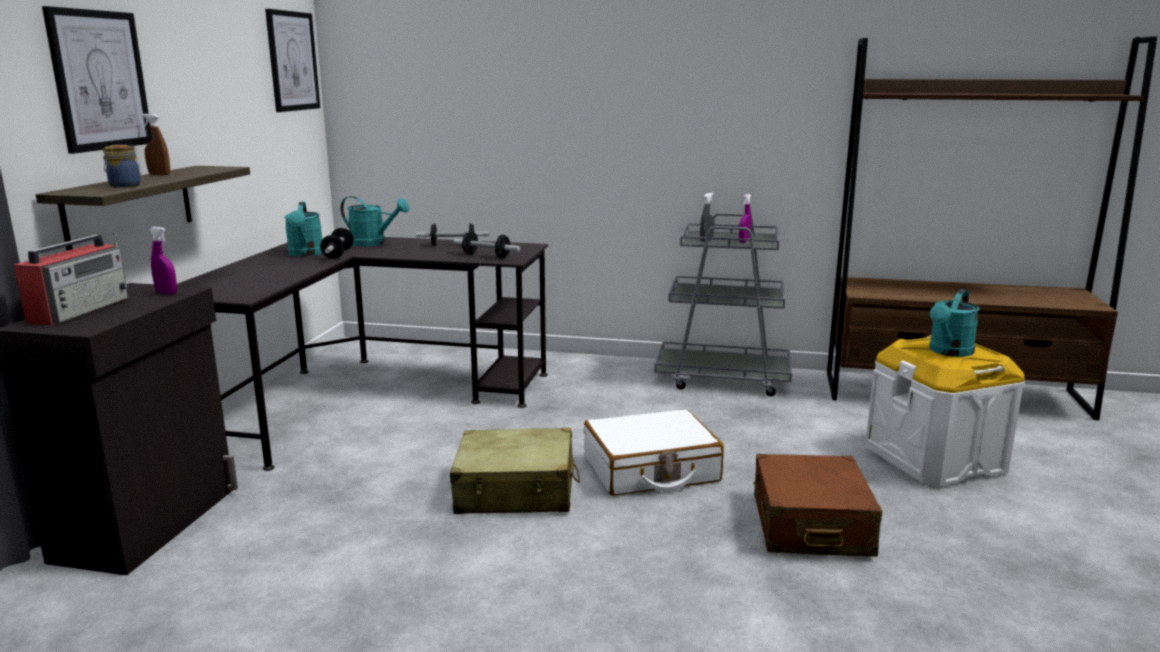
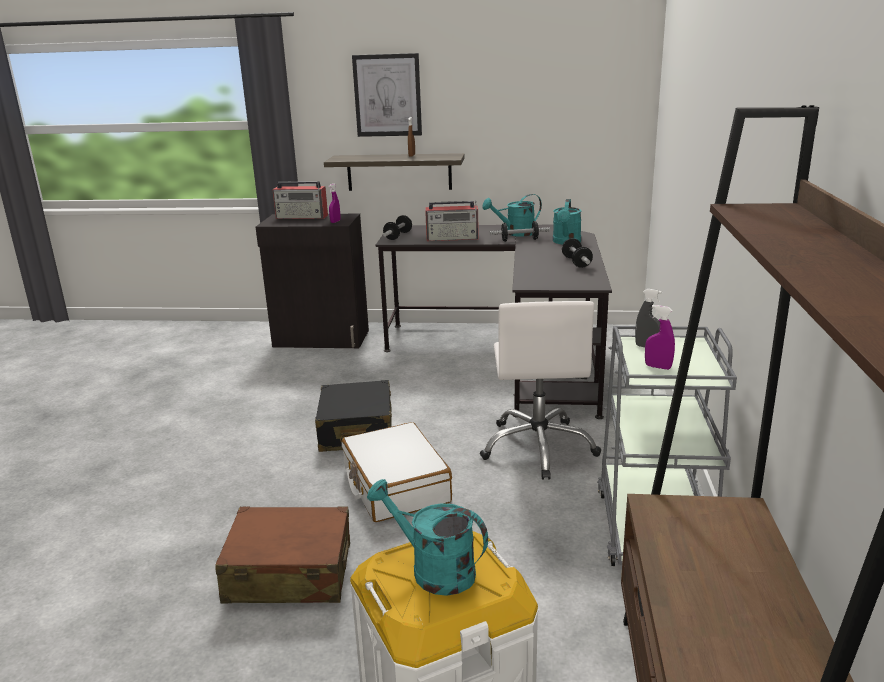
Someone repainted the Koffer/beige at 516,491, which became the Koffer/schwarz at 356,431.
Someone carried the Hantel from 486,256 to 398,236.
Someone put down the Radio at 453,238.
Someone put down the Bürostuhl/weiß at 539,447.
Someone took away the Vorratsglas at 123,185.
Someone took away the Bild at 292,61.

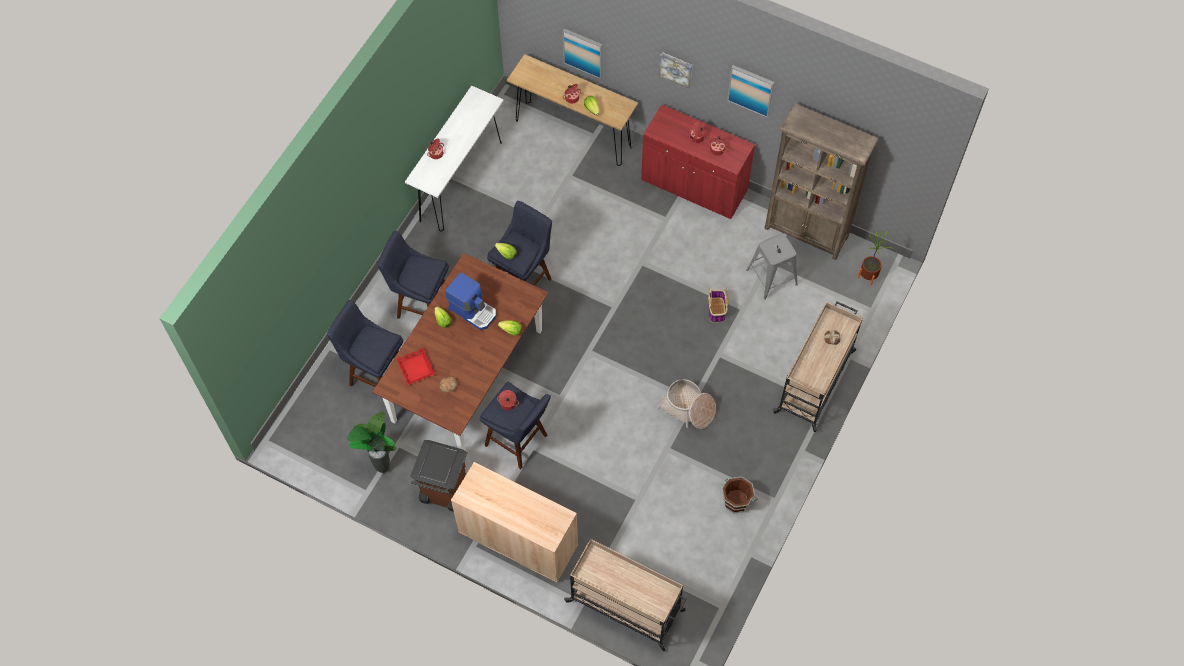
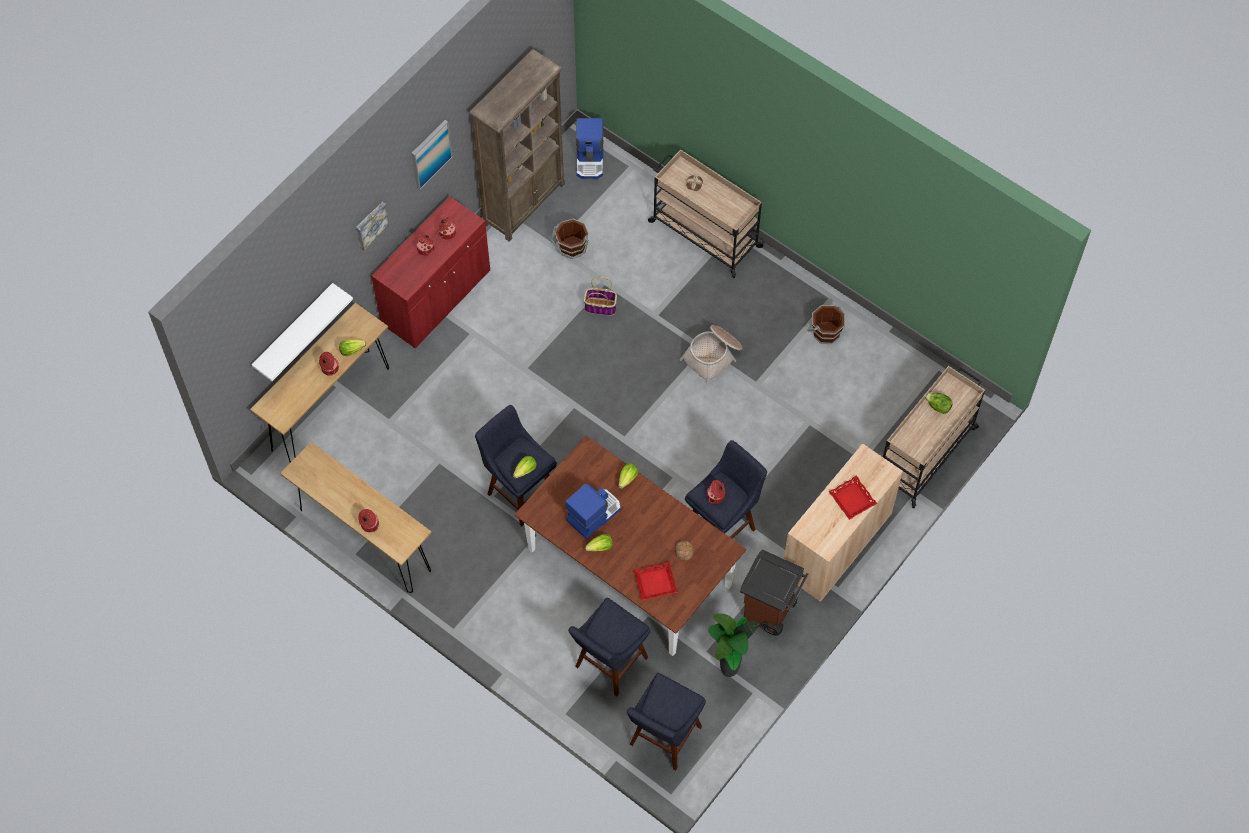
Someone swapped the Bild at 583,52 for the Wandregal/weiß at 294,329.
Someone repainted the Konsolentisch/weiß at 460,181, which became the Konsolentisch/braun at 365,539.
Someone swapped the Hocker/grau at 771,277 for the Eimer/braun at 572,247.
Someone swapped the Topfpflanze at 868,276 for the Kaffeemaschine at 590,159.
Someone carried the Hocker/blau from 421,305 to 663,739.
Someone put down the Tablett/rot at 852,499.
Someone put down the Salatkopf at 938,406.

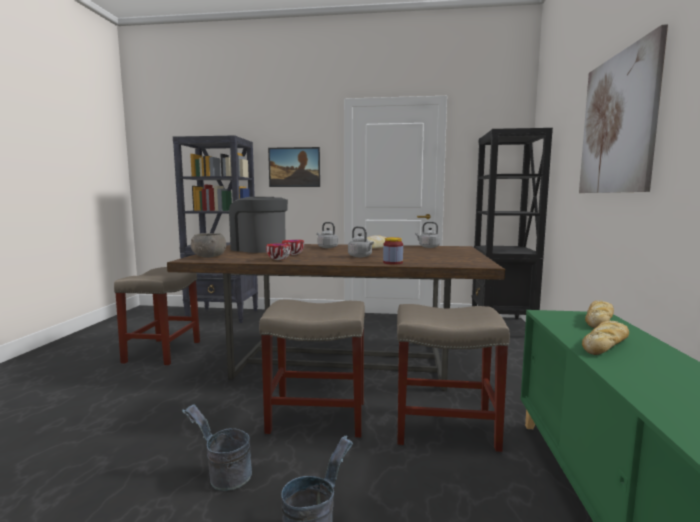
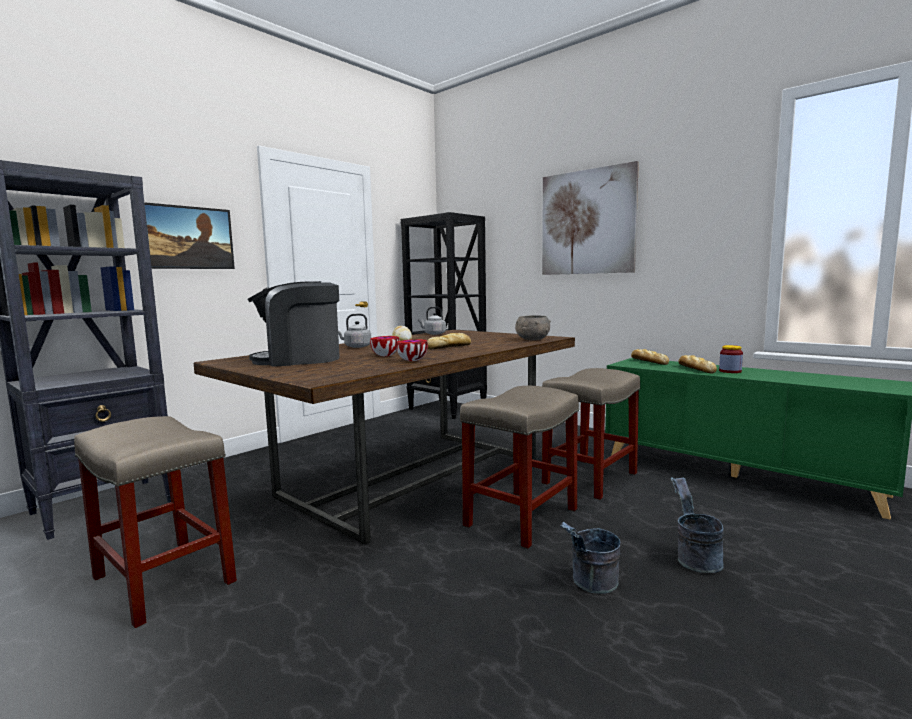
Someone swapped the Wasserkessel/grau at 361,256 for the Brot at 449,347.
Someone carried the Schüssel/grau from 208,256 to 532,339.
Someone carried the Vorratsglas from 393,263 to 730,371.

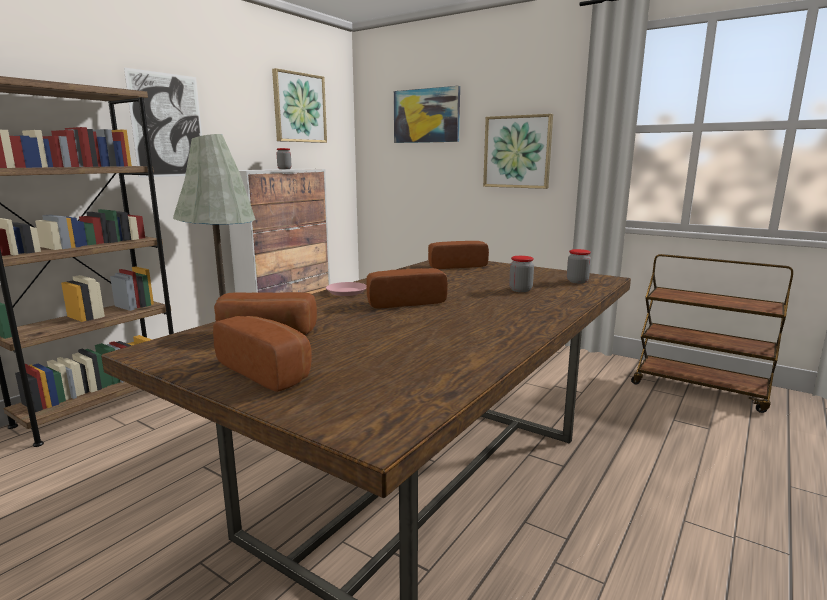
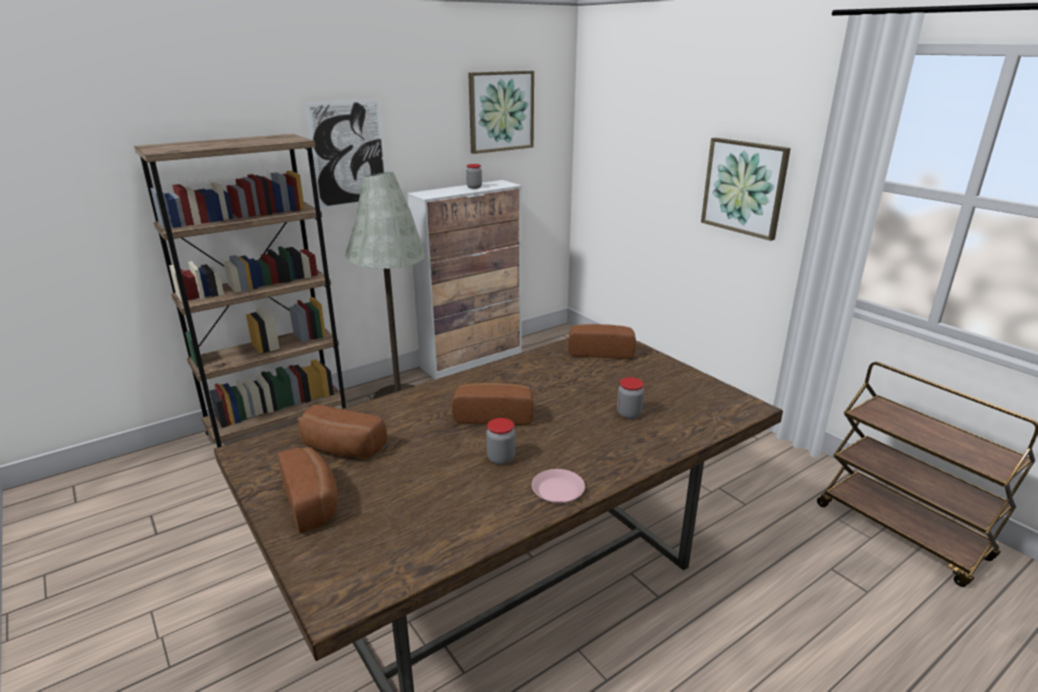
Someone carried the Vorratsglas from 577,281 to 501,459.
Someone carried the Teller/rosa from 347,292 to 558,490.
Someone took away the Bild at 426,116.

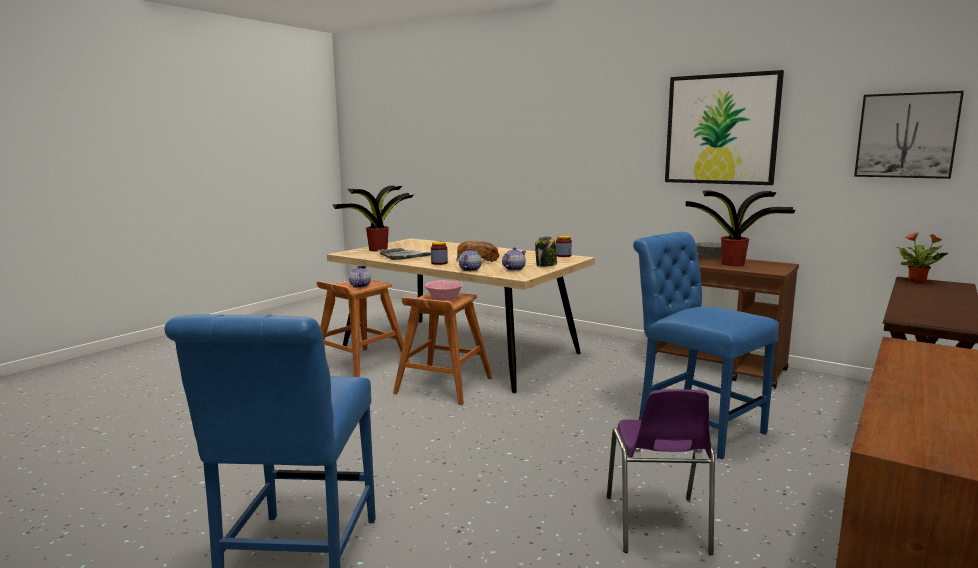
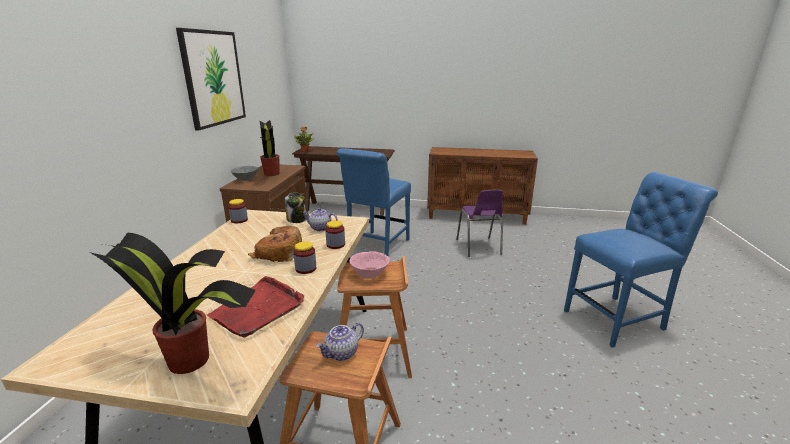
Someone repainted the Tablett/grau at 404,256, which became the Tablett/rot at 258,309.
Someone swapped the Teekanne at 470,269 for the Vorratsglas at 335,245.
Someone rotated the Stuhl/lila at 657,526 by 105 degrees clockwise.
Someone took away the Bild at 906,135.

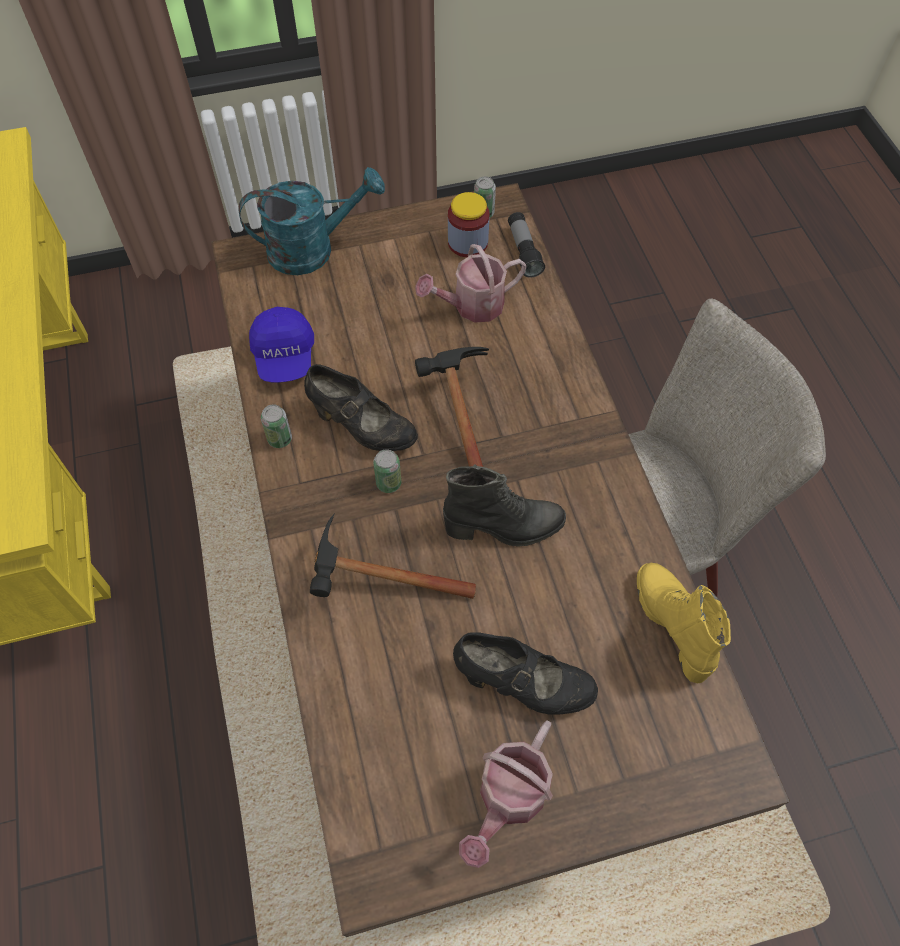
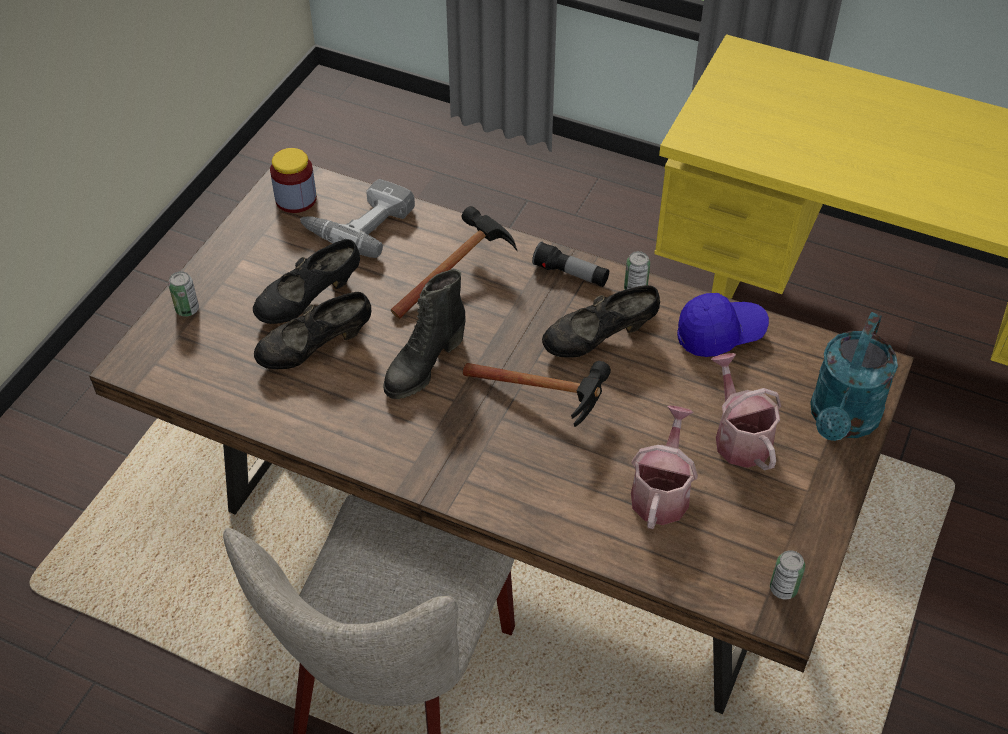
Someone carried the Dose from 388,483 to 187,309.
Someone put down the Schuh/schwarz at 315,349.
Someone carried the Vorratsglas from 468,243 to 296,199.
Someone put down the Bohrmaschine at 359,223.
Someone carried the Taschenlampe from 524,251 to 570,274.
Someone rotated the Kappe/blau at 284,356 by 135 degrees clockwise.
Someone carried the Gießkanne from 507,800 to 739,437.
Someone took away the Stiefel/gelb at 673,625.

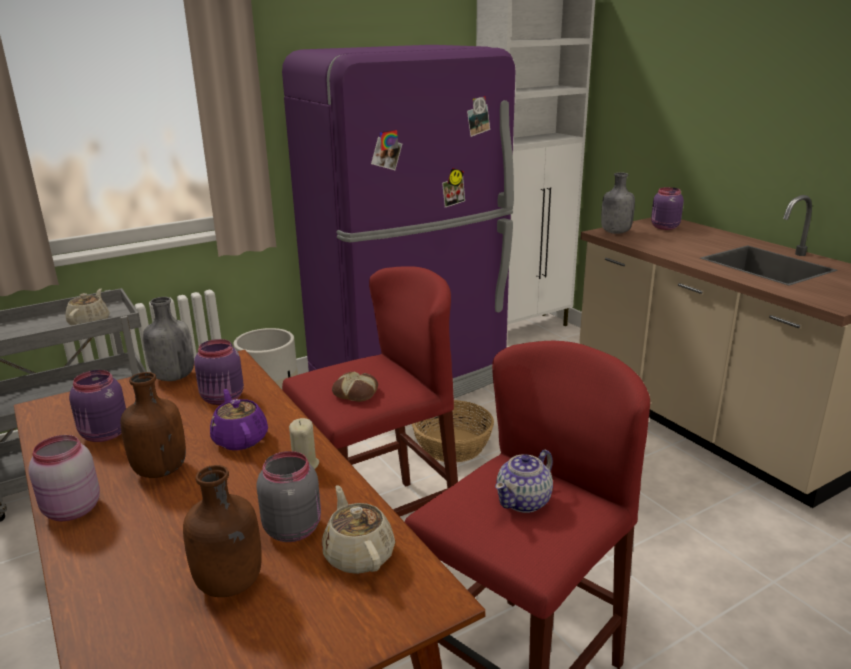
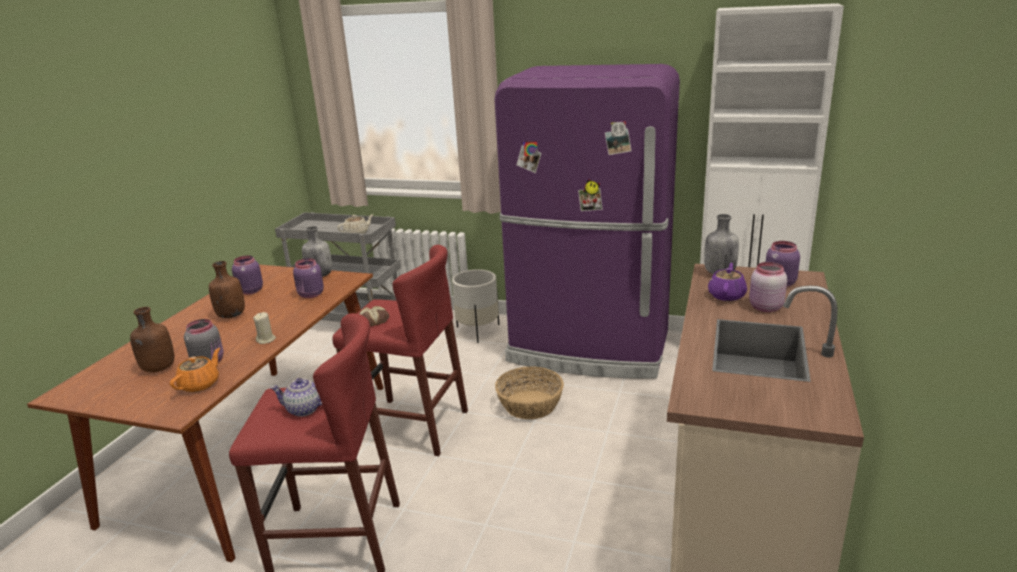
Someone repainted the Teekanne/beige at 358,554, which became the Teekanne/orange at 200,384.
Someone carried the Teekanne/lila from 240,439 to 726,295.
Someone carried the Vorratsglas/rosa from 71,511 to 764,308.

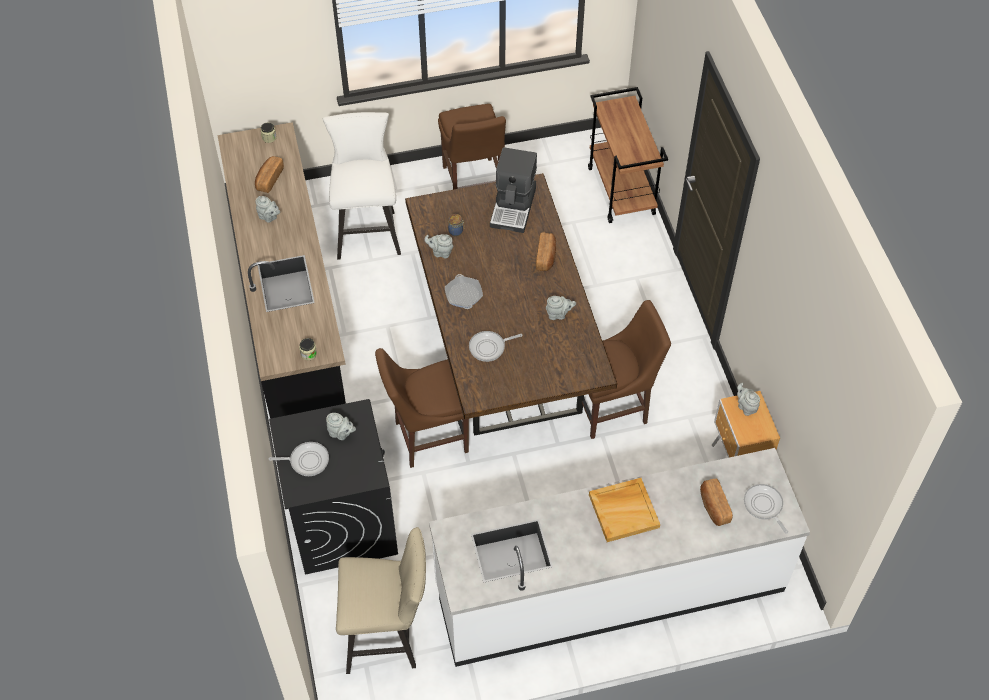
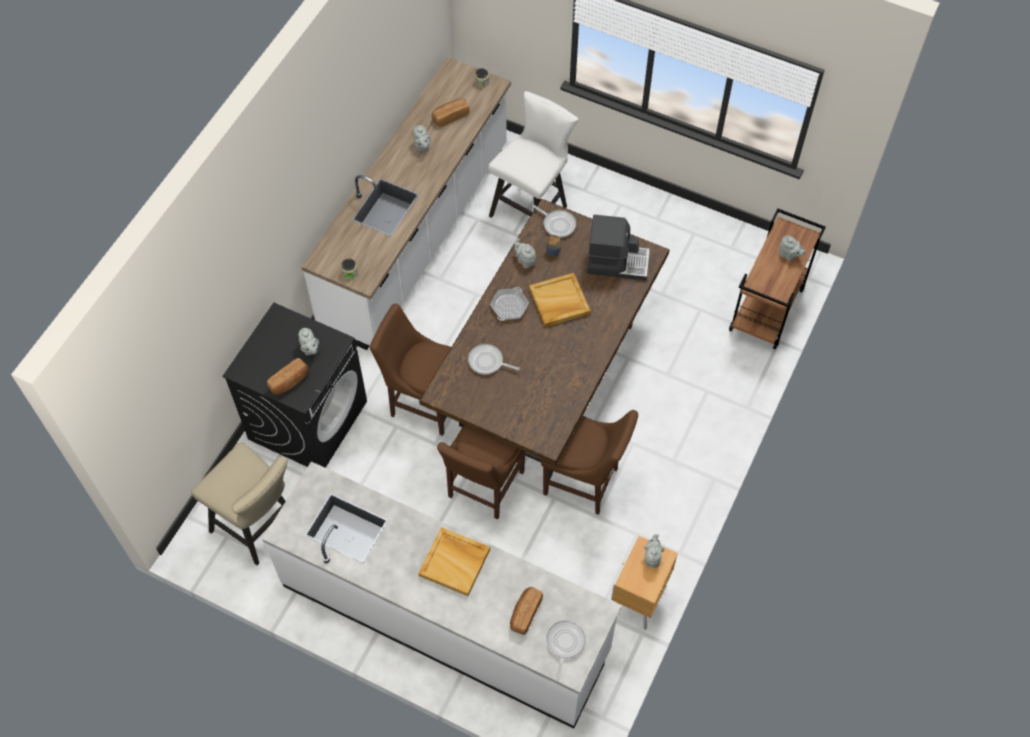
Someone carried the Brot from 546,257 to 290,382.
Someone repainted the Küchenzeile/schwarz at 291,313, which became the Küchenzeile/weiß at 417,236.
Someone carried the Stuhl/braun from 473,184 to 483,487.
Someone put down the Tablett/beige at 559,302.
Someone carried the Pfanne from 307,461 to 557,224.
Someone rotated the Kaffeemaschine at 514,207 by 135 degrees counterclockwise.
Someone carried the Teekanne/grau from 558,314 to 789,255.

